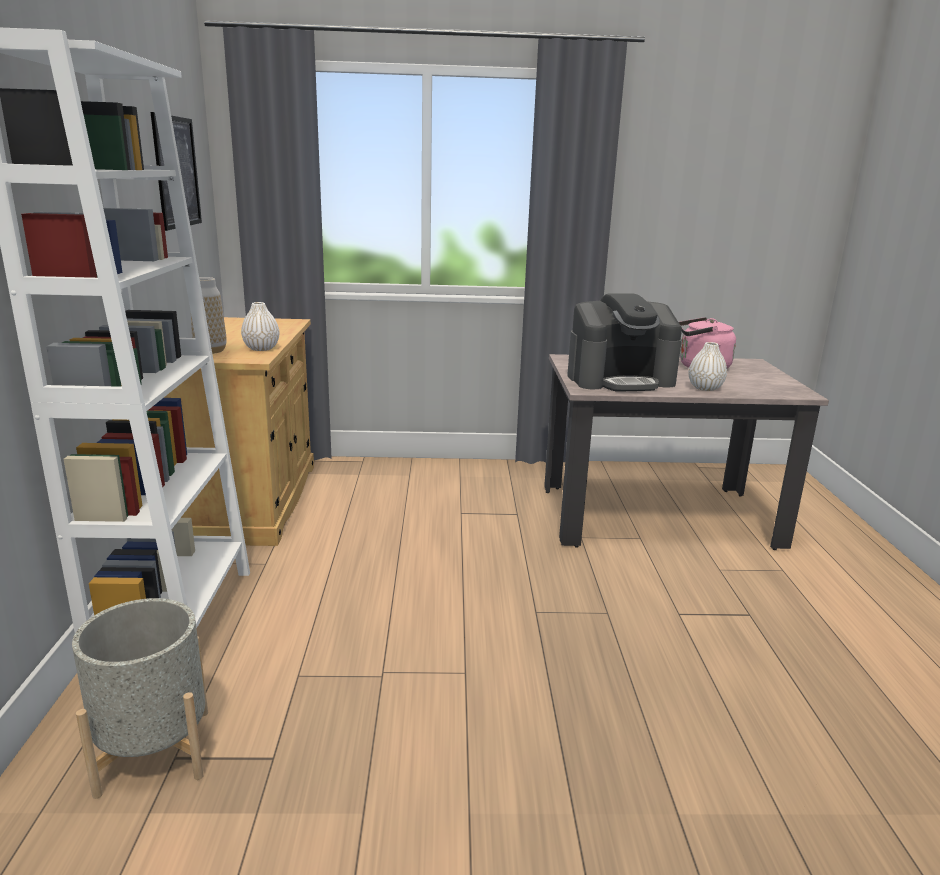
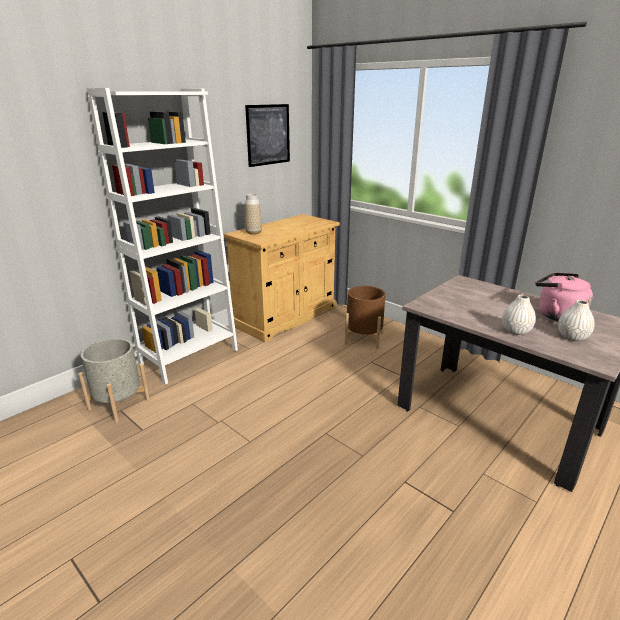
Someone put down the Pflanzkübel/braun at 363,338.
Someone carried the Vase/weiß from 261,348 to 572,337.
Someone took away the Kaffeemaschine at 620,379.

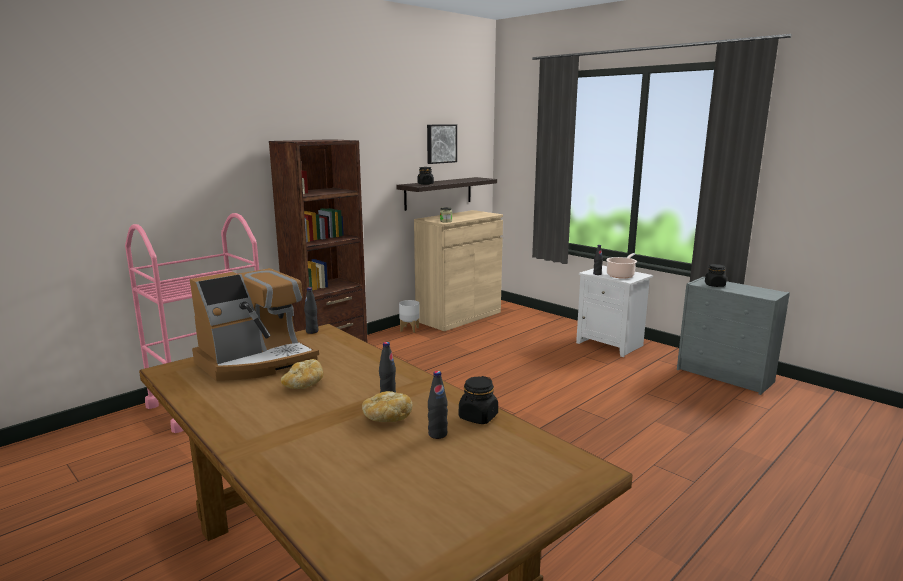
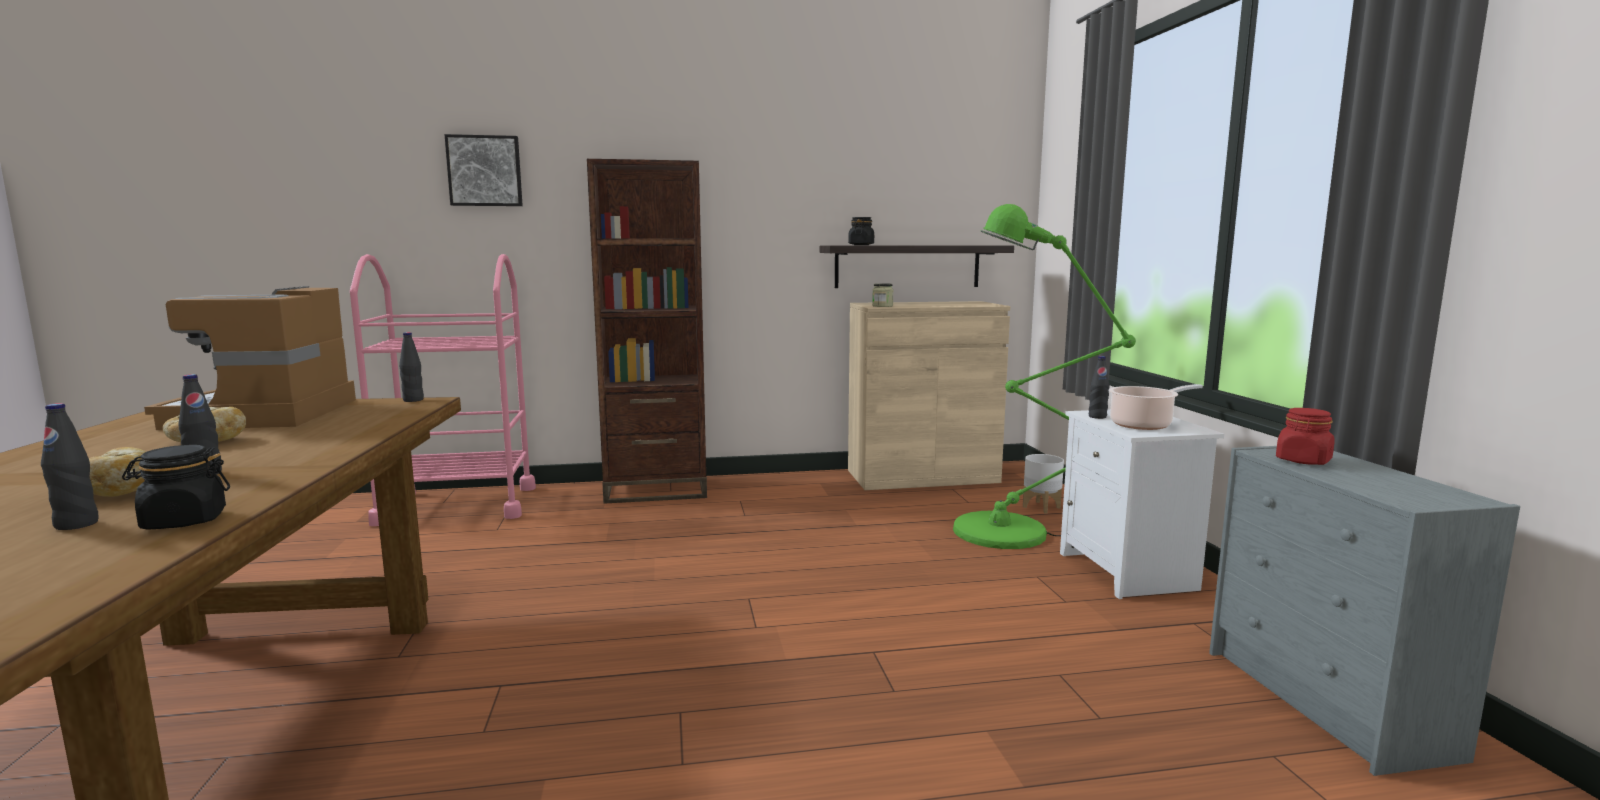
Someone rotated the Kaffeemaschine at 257,361 by 90 degrees clockwise.
Someone carried the Bild from 440,143 to 485,171.
Someone put down the Stehlampe/grün at 1013,533.
Someone carried the Pflanzkübel/weiß from 409,329 to 1041,507.
Someone repainted the Vorratsglas/schwarz at 714,285, which became the Vorratsglas/rot at 1303,461.

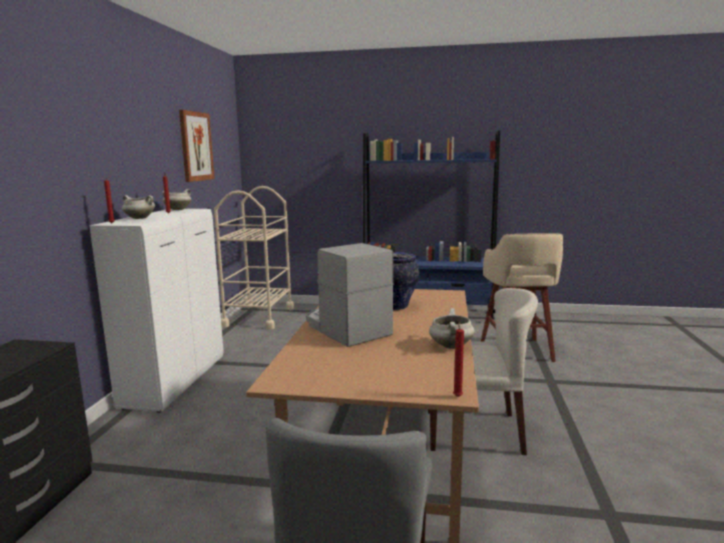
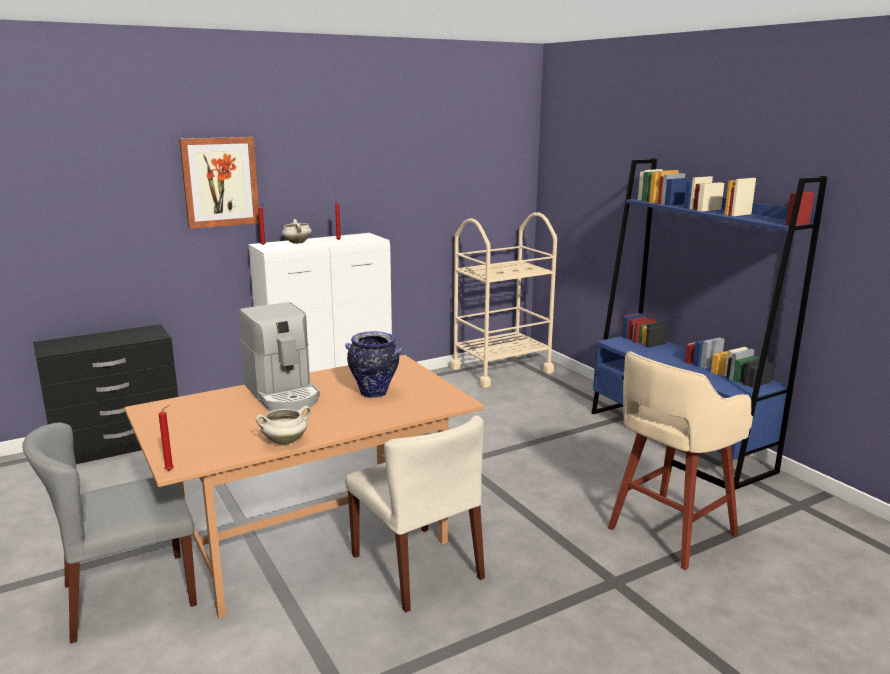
Someone carried the Bild from 196,146 to 220,182.
Someone rotated the Kaffeemaschine at 345,329 by 135 degrees clockwise.
Someone took away the Kochtopf/weiß at 178,210.

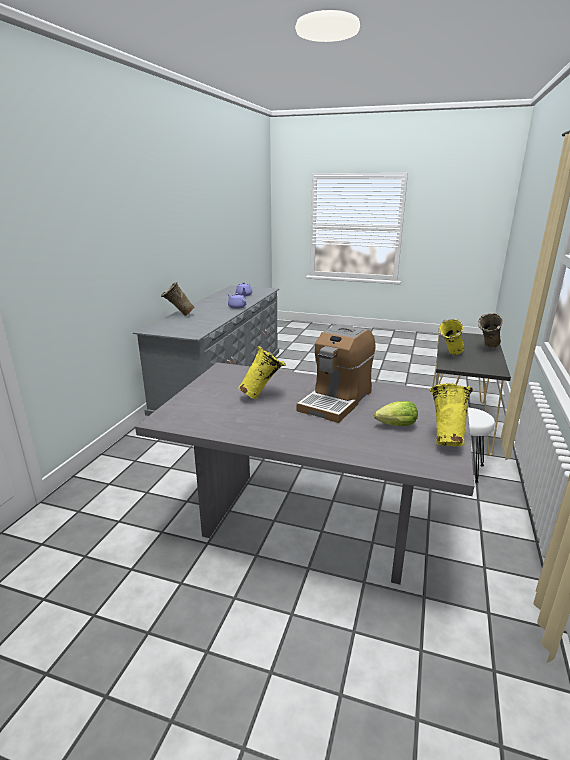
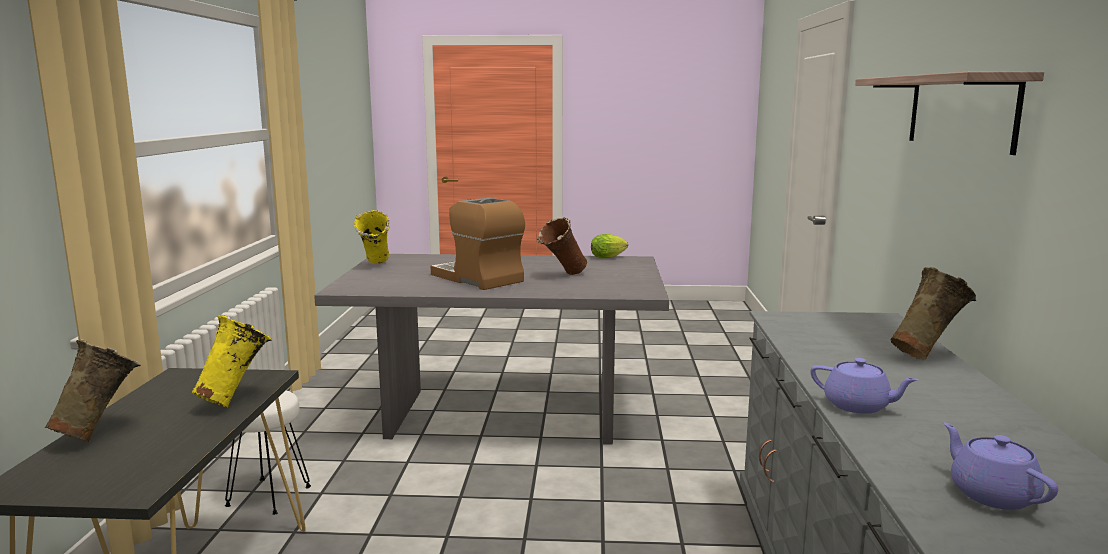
Someone rotated the Kaffeemaschine at 336,400 by 60 degrees counterclockwise.
Someone repainted the Vase/gelb at 263,396, which became the Vase/braun at 562,276.
Someone carried the Salatkopf from 394,426 to 609,257.
Someone put up the Wandregal at 960,111.

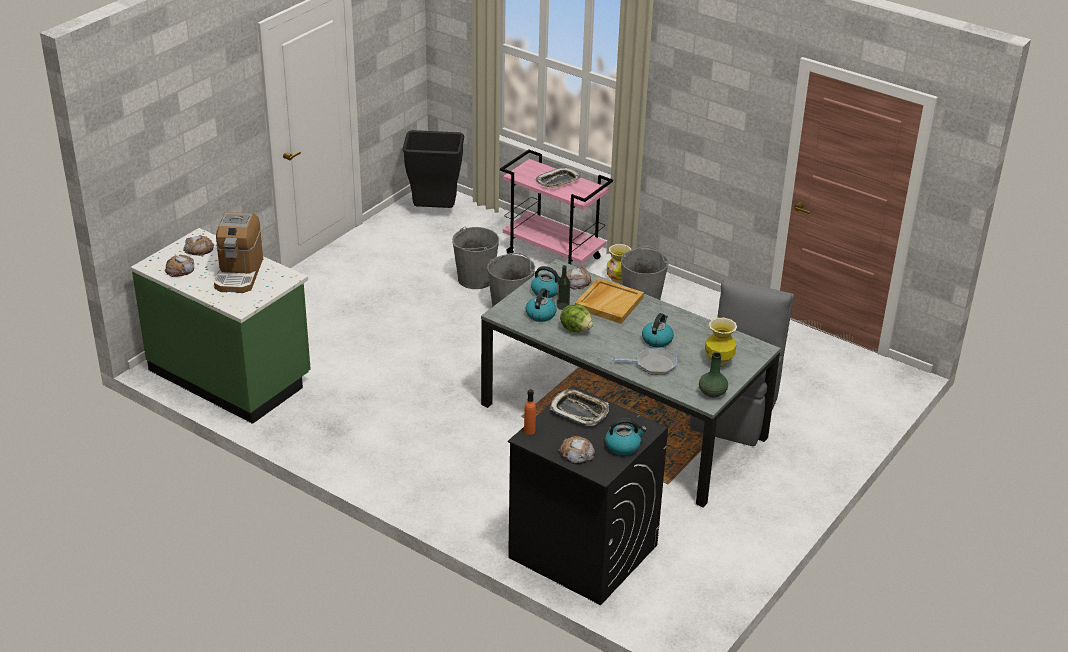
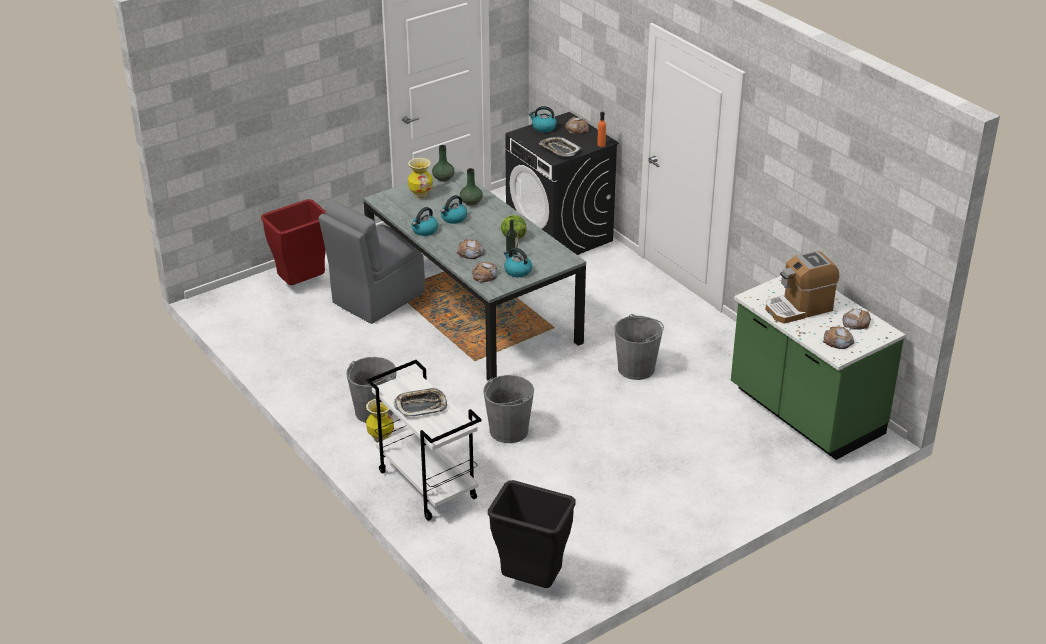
Someone put down the Mülleimer/rot at 302,284.
Someone repainted the Rollwagen/rosa at 554,256, which became the Rollwagen/weiß at 426,484.
Someone carried the Wasserkessel from 540,314 to 424,230.
Someone swapped the Tablett/beige at 609,303 for the Brot at 470,252.
Someone swapped the Pfanne at 653,365 for the Vase/grün at 471,202.
Someone carried the Eimer/grau from 475,279 to 636,368.
Someone rotated the Kaffeemaschine at 239,274 by 135 degrees counterclockwise.

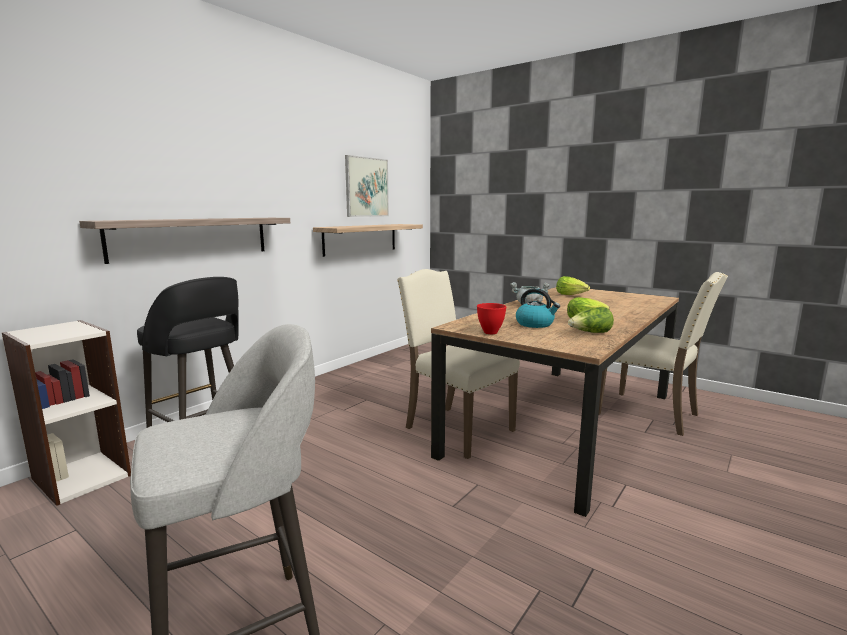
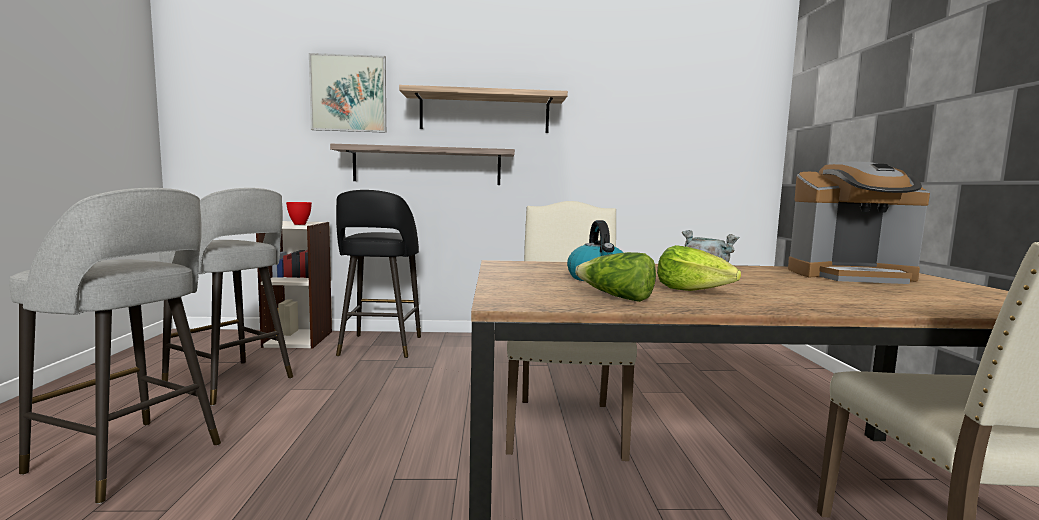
Someone put down the Hocker/grau at 231,382.
Someone carried the Schüssel/rot from 491,332 to 299,224.
Someone carried the Bild from 366,187 to 348,93.
Someone carried the Wandregal from 360,239 to 484,113.
Someone swapped the Salatkopf at 571,295 for the Kaffeemaschine at 849,276.

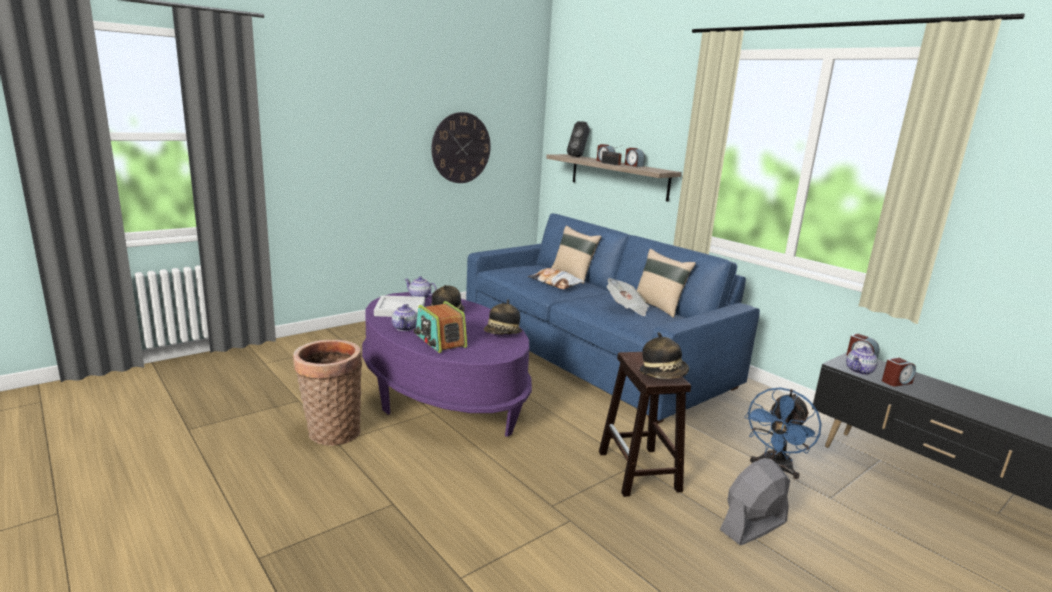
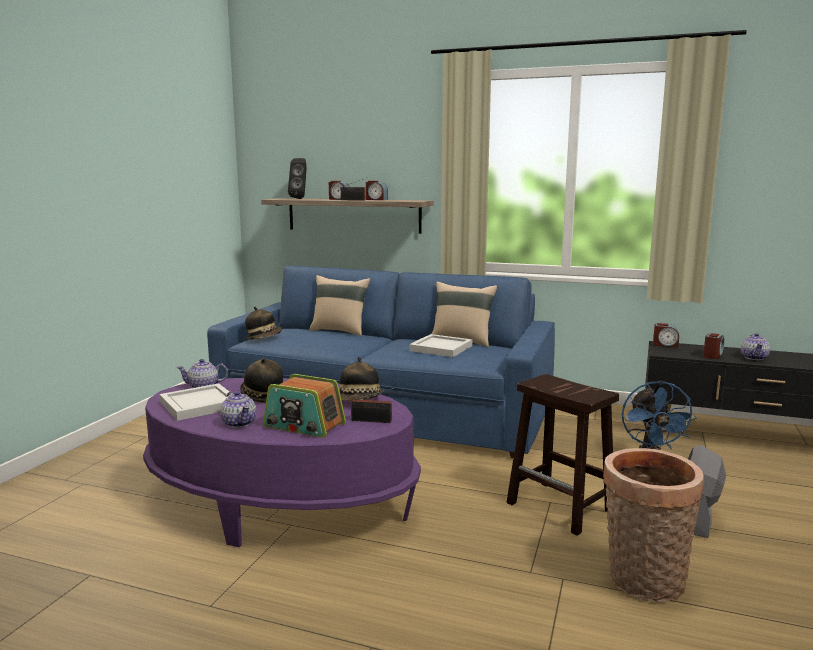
Someone carried the Hut from 663,374 to 264,337.
Someone put down the Radio at 373,421.
Someone swapped the Zeitung at 627,309 for the Tablett/weiß at 442,348.
Someone carried the Korb from 331,432 to 642,582.
Someone carried the Teekanne from 859,371 to 754,357.
Someone took away the Wanduhr at 461,148.
Someone took away the Kissen at 555,283.

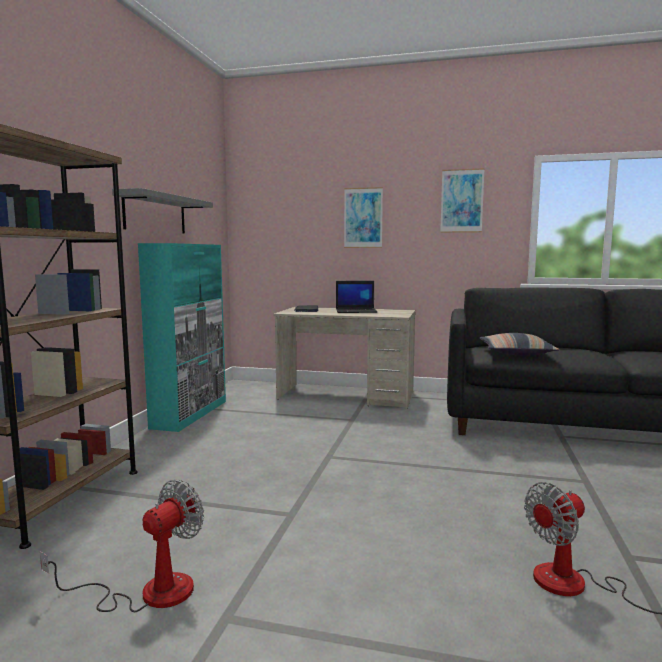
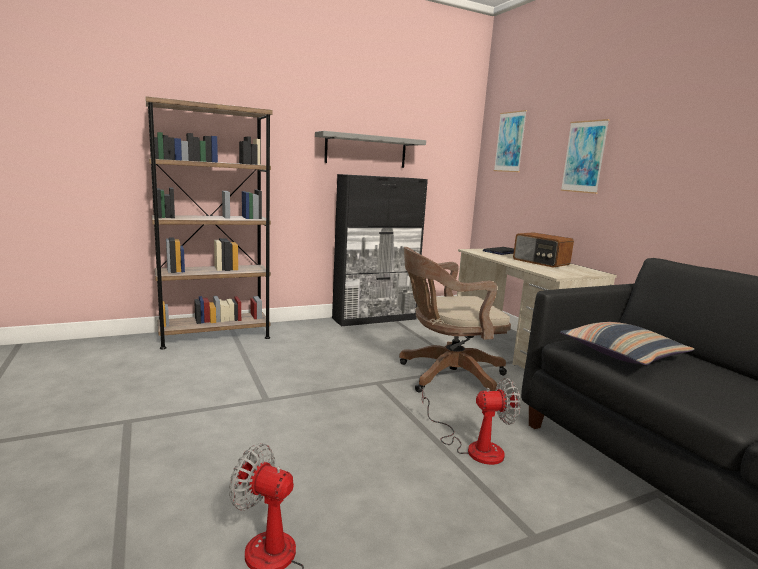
Someone repainted the Schrank/türkis at 190,414, which became the Schrank/schwarz at 375,318.
Someone put down the Bürostuhl/braun at 446,376.
Someone carried the Ventilator from 148,592 to 474,447.
Someone carried the Bild from 462,201 to 510,142.
Someone swapped the Laptop at 356,311 for the Radio at 540,262.

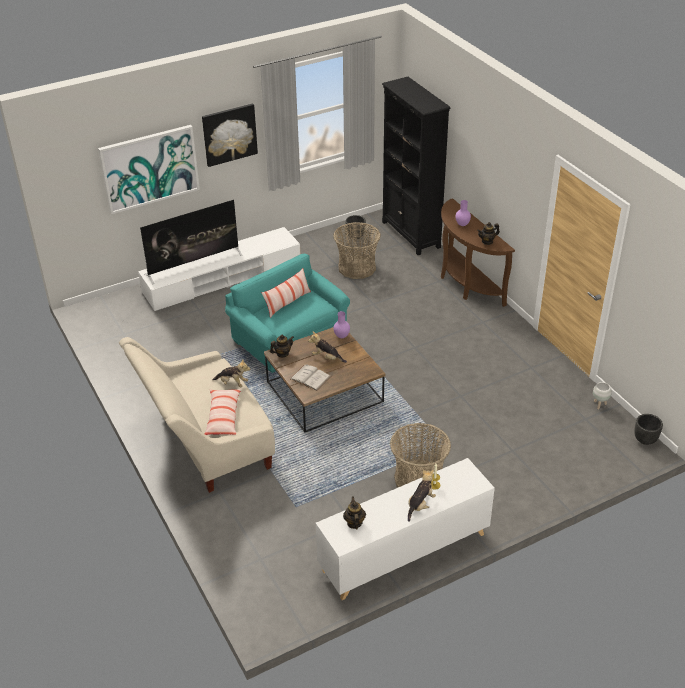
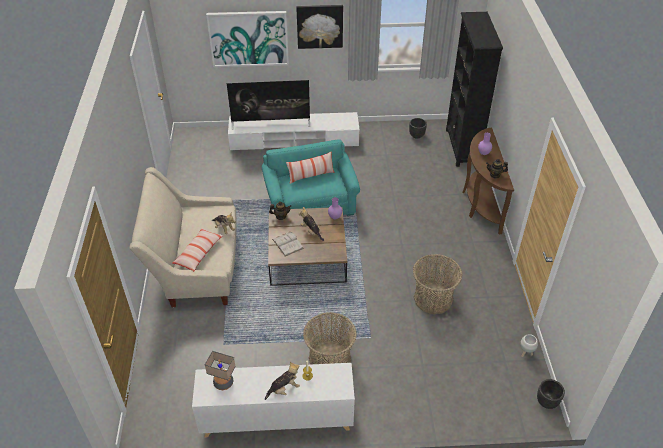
Someone swapped the Teekanne at 354,523 for the Tischlampe at 223,382.
Someone carried the Korb from 357,267 to 433,298.

